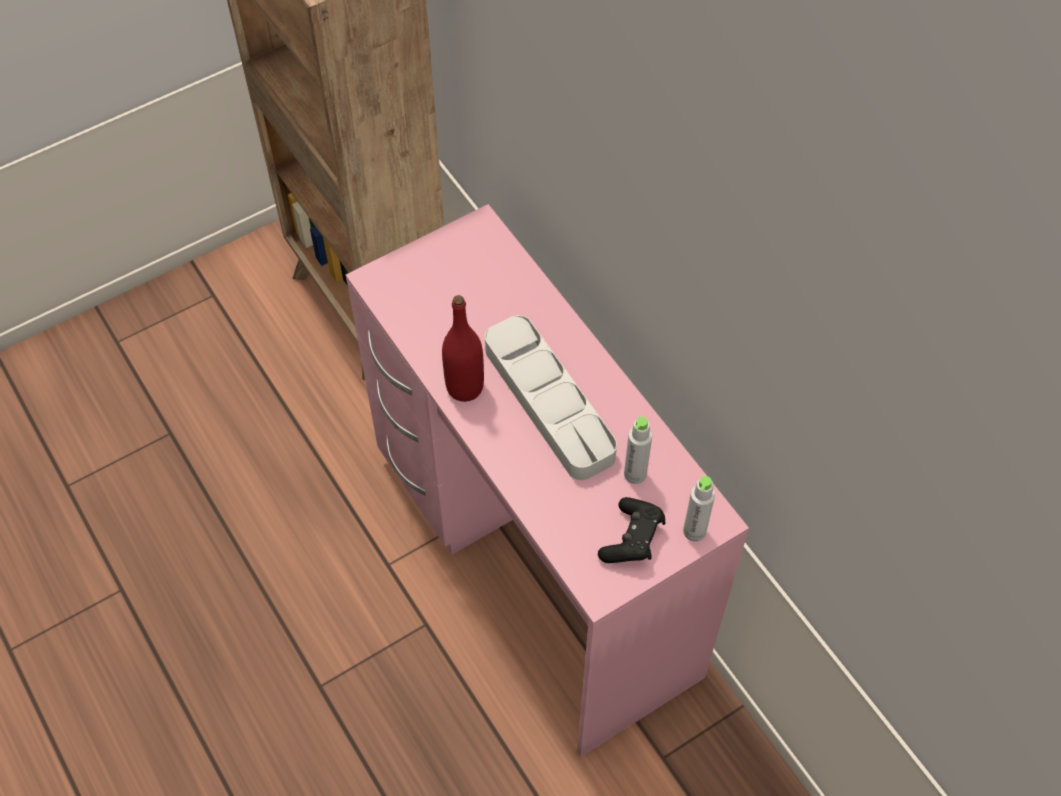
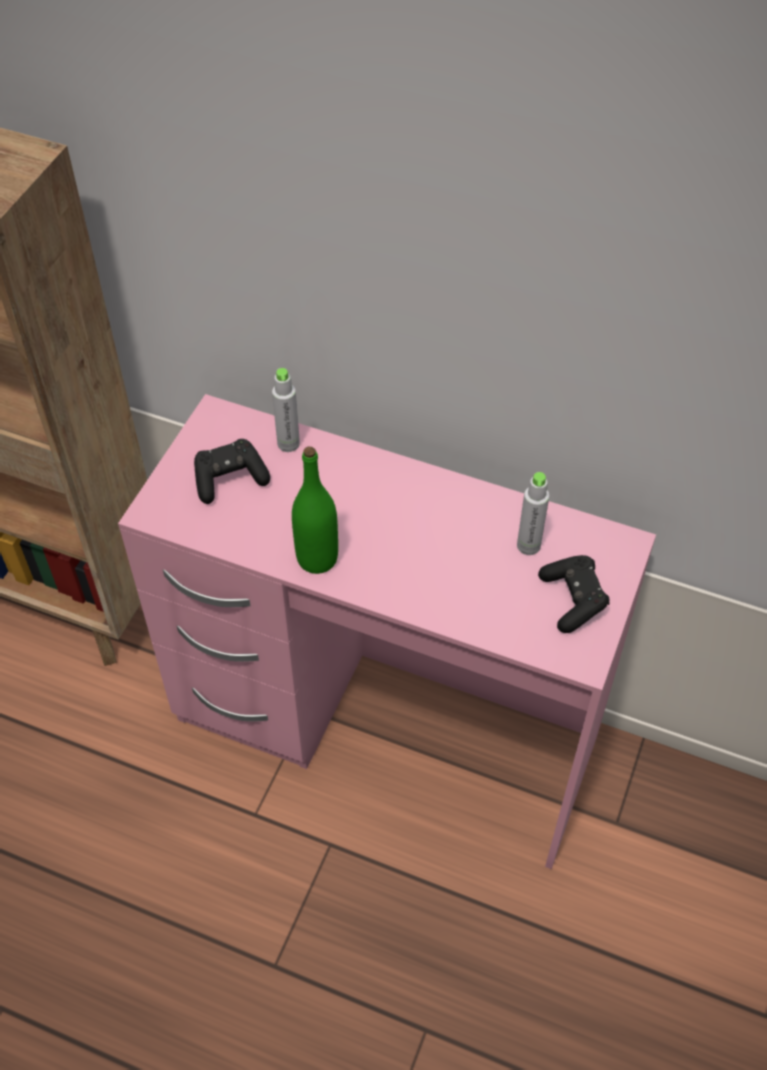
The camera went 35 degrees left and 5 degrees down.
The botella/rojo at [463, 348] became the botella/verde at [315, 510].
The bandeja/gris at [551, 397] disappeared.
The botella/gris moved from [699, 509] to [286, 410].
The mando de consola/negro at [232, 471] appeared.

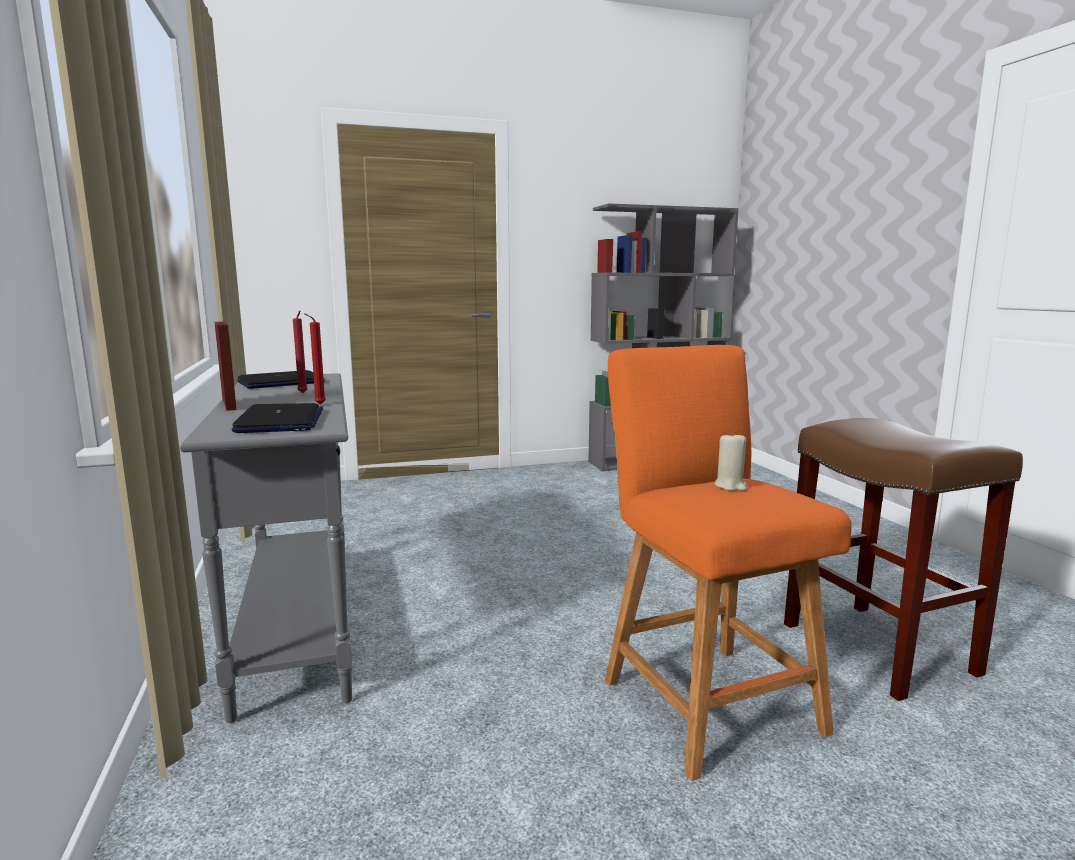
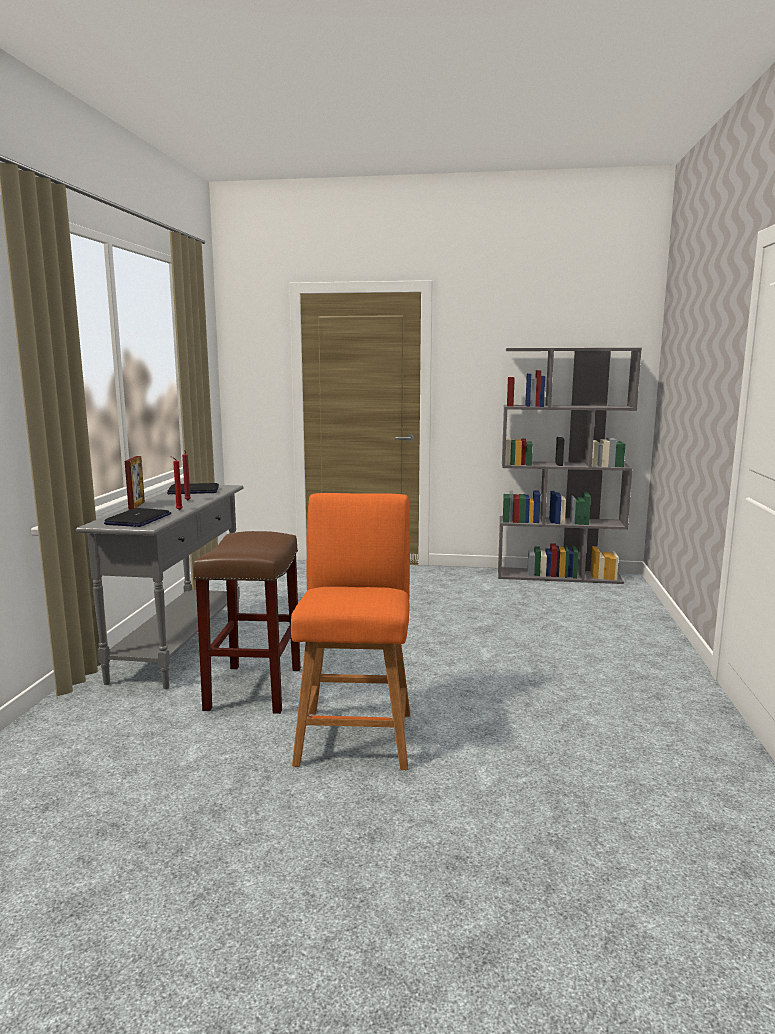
The camera went 25 degrees right and 0 degrees up.
The taburete/marrón moved from [903, 559] to [247, 622].
The vela/beis at [730, 461] disappeared.

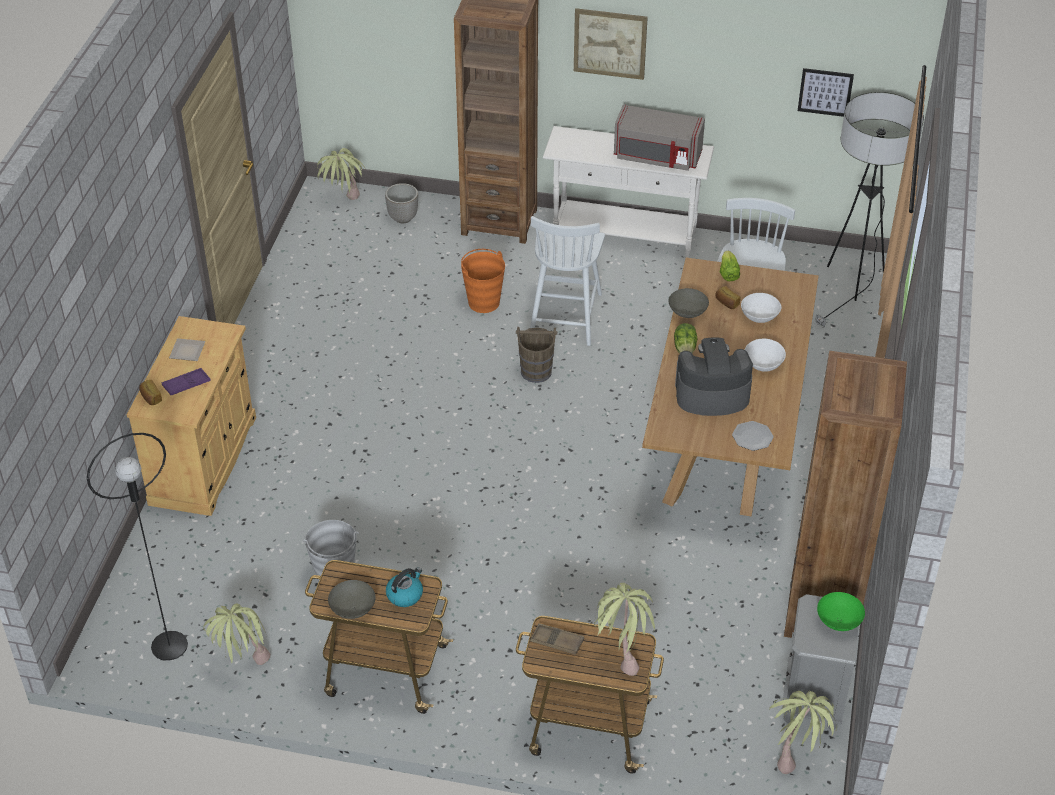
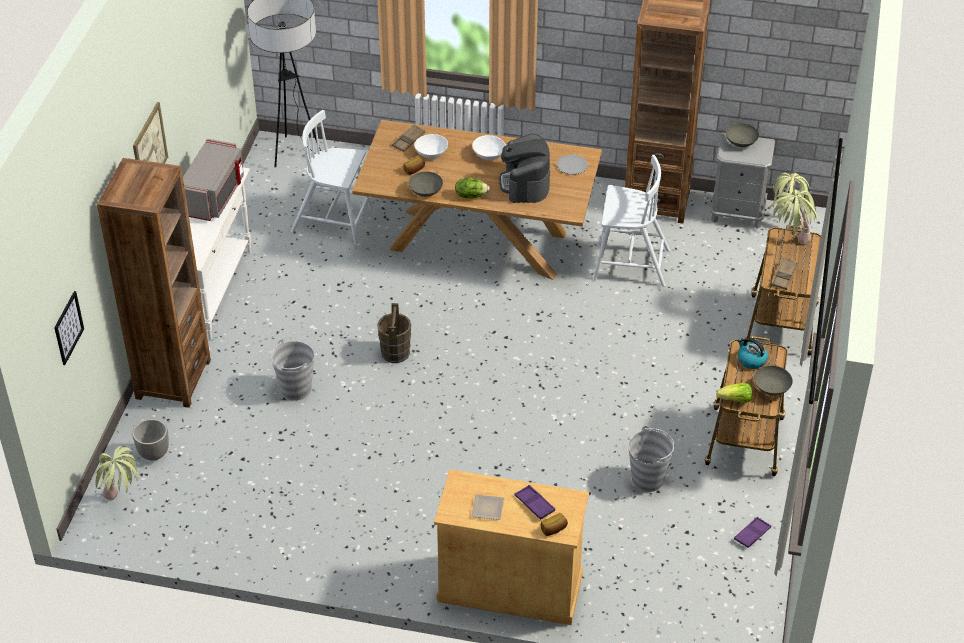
The camera went 90 degrees left and 0 degrees up.
The cuadro moved from [826, 92] to [69, 328].
The silla/blanco moved from [567, 281] to [631, 221].
The cubo/naranja at [483, 281] became the cubo/gris at [292, 369].
The lechuga moved from [730, 266] to [734, 393].
The lámpara de pie/negro at [137, 547] disappeared.
The cuenco/verde at [841, 611] became the cuenco/gris at [742, 135].
The planta en maceta at [236, 634] was replaced by the bandeja/morado at [752, 532].
The bandeja/marrón at [408, 138] appeared.

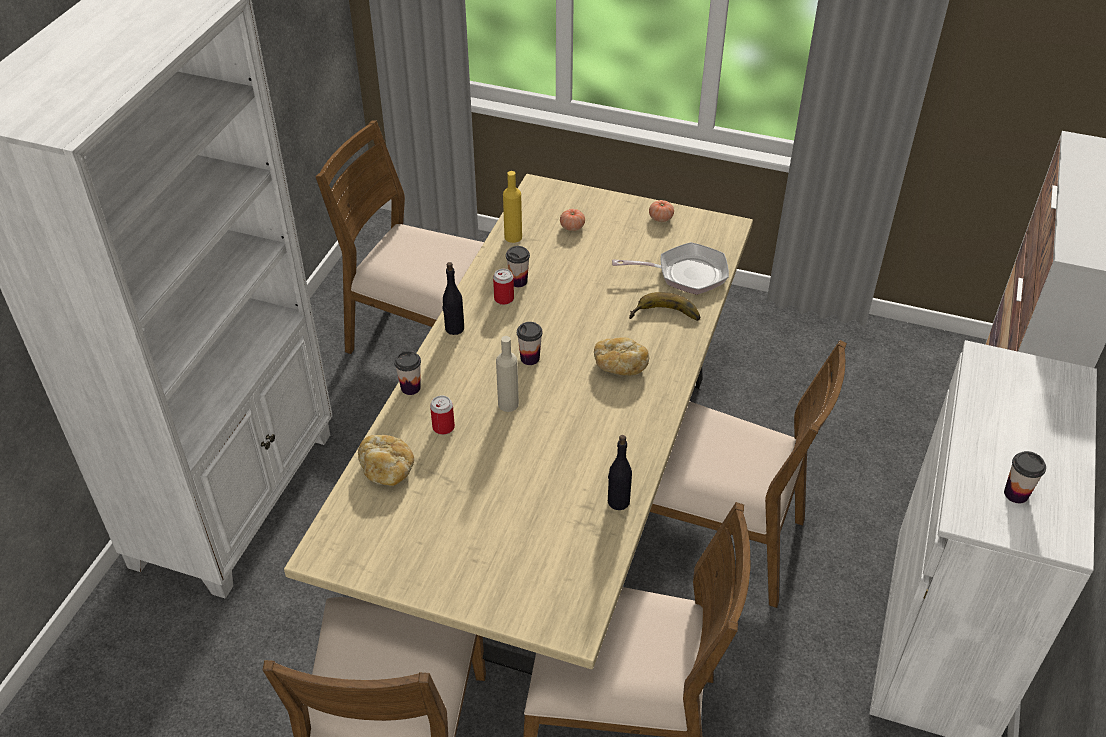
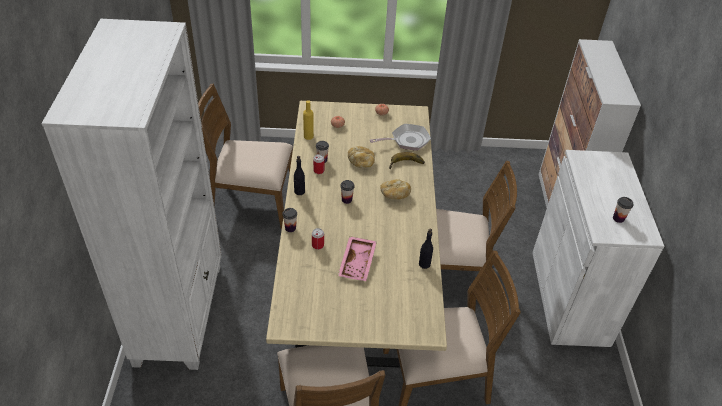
The camera went 20 degrees left and 0 degrees up.
The botella/beis at [507, 374] disappeared.
The pan moved from [386, 460] to [361, 157].
The bandeja/rosa at [357, 258] appeared.

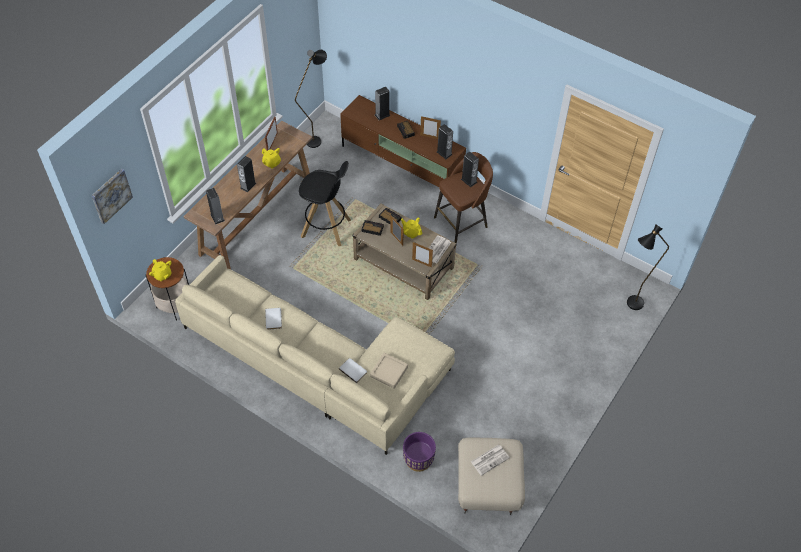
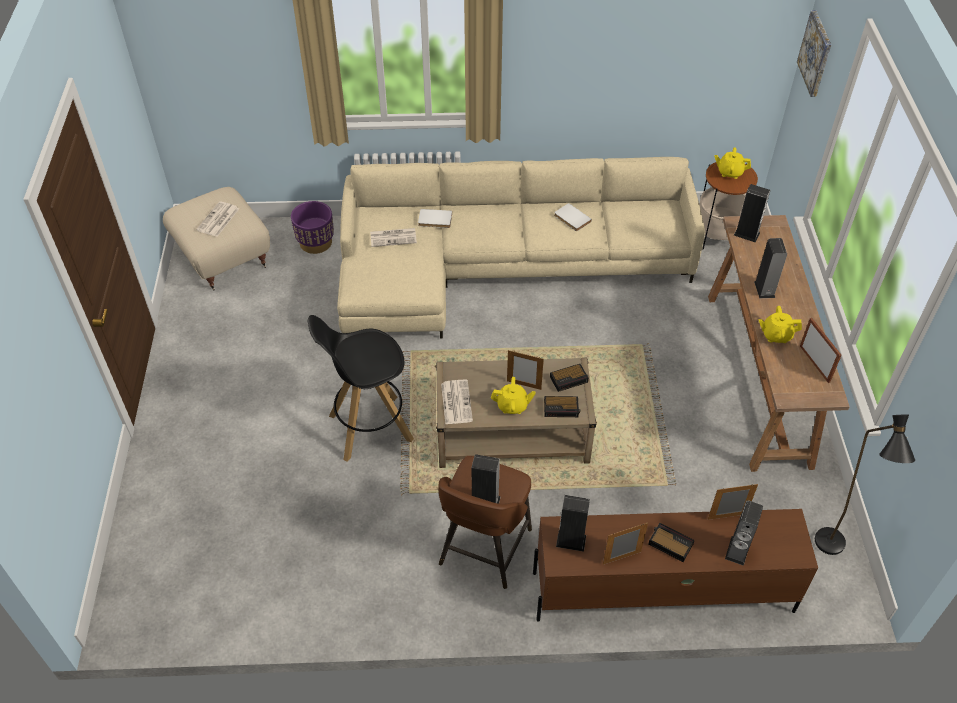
The camera went 145 degrees right and 5 degrees down.
The taburete/negro moved from [325, 203] to [361, 388].
The lámpara de pie/negro at [648, 267] disappeared.
The portarretratos moved from [422, 254] to [733, 502].
The bandeja/beis at [389, 371] was replaced by the periódico at [393, 237].

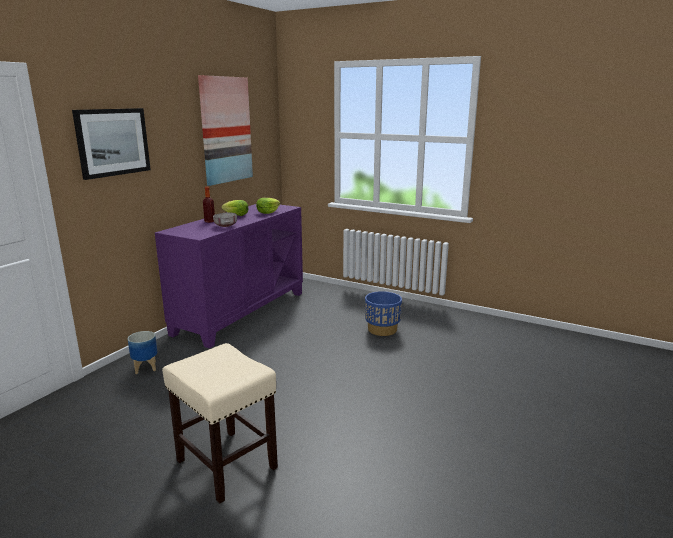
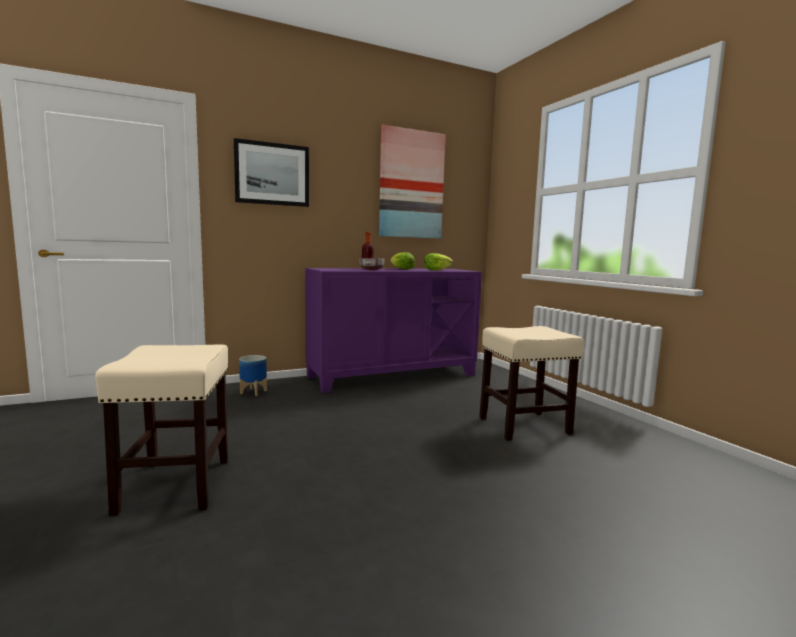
The camera went 35 degrees right and 10 degrees down.
The maceta/azul at [383, 313] was replaced by the taburete/beis at [531, 383].

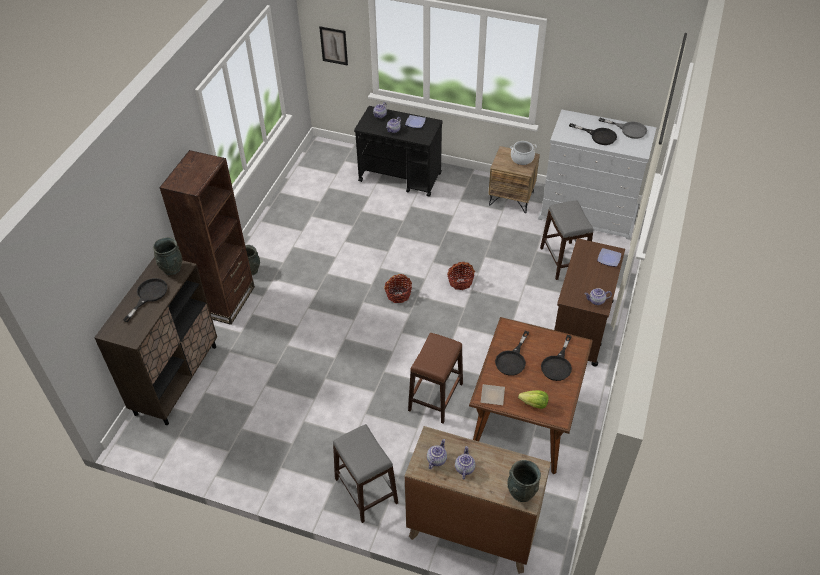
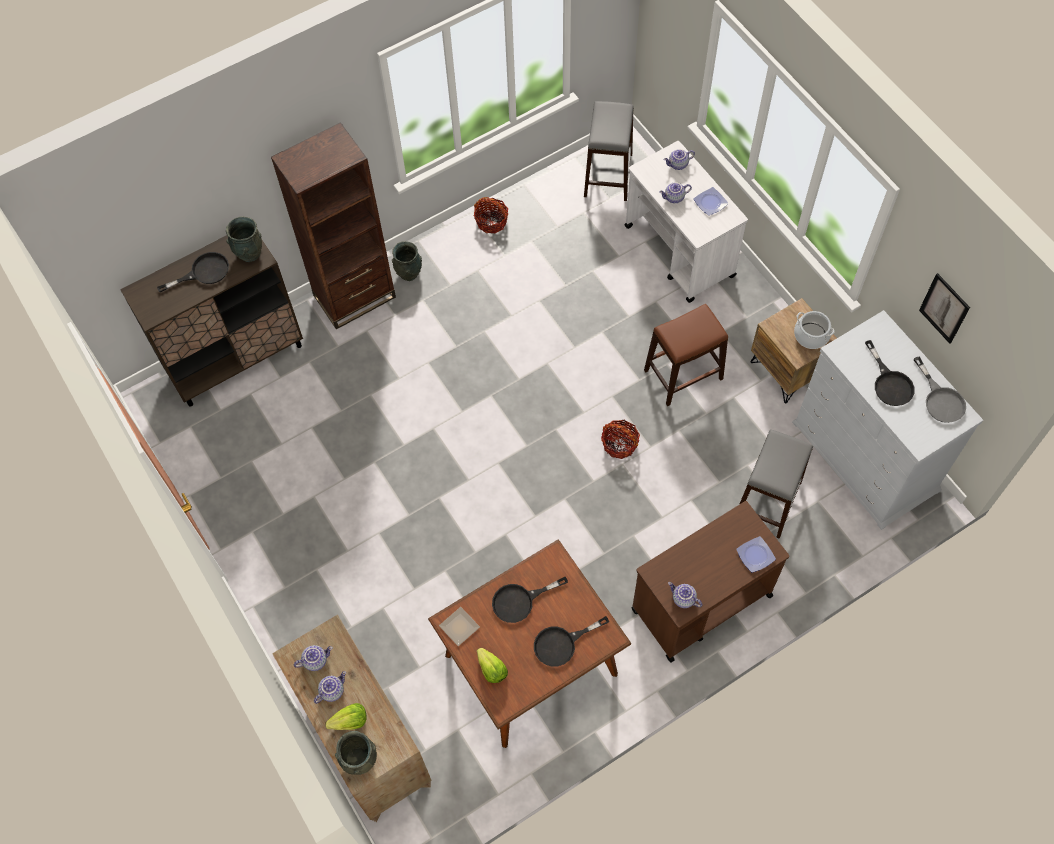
The camera went 40 degrees right and 15 degrees up.
The cuadro moved from [333, 46] to [944, 308].
The carrito/negro at [398, 151] became the carrito/blanco at [686, 222].
The cesta moved from [398, 288] to [491, 215].
The taburete/marrón moved from [435, 378] to [686, 355].
The taburete/gris moved from [365, 473] to [609, 151].
The lechuga at [346, 716] appeared.

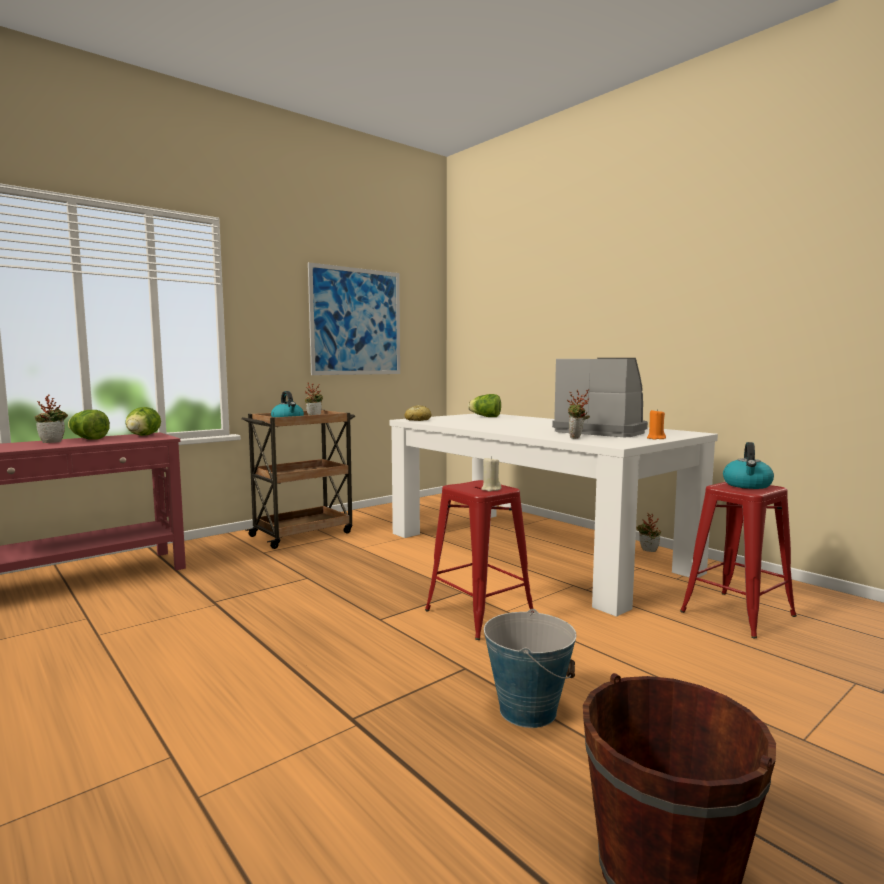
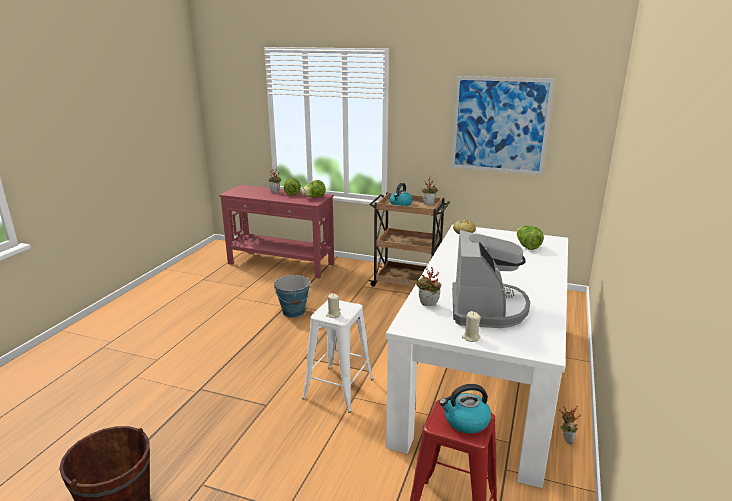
The camera went 60 degrees right and 15 degrees up.
The vela/naranja at [656, 424] became the vela/beis at [471, 326].
The taburete/rojo at [479, 560] became the taburete/blanco at [338, 356].
The cubo moved from [530, 668] to [292, 296].

